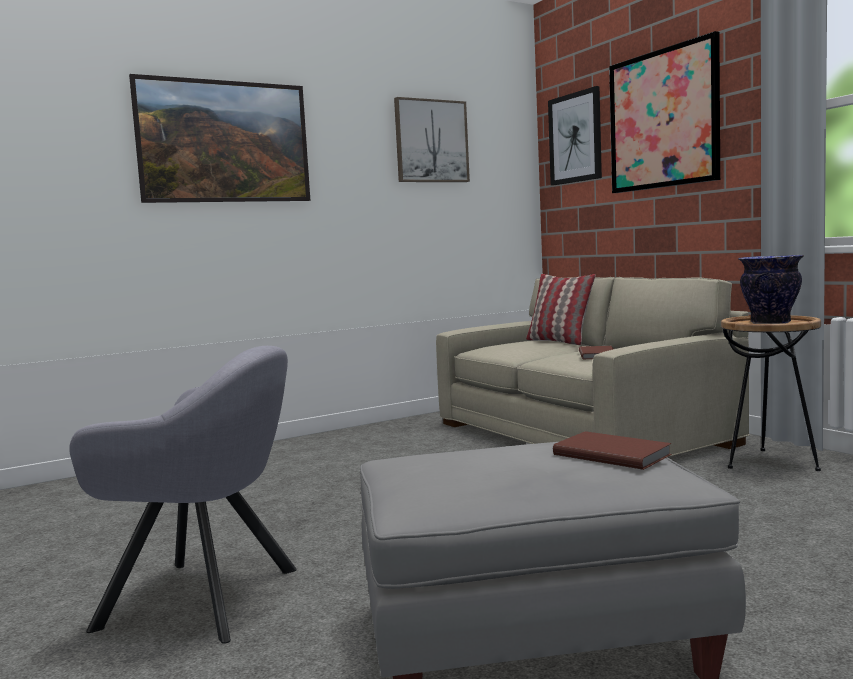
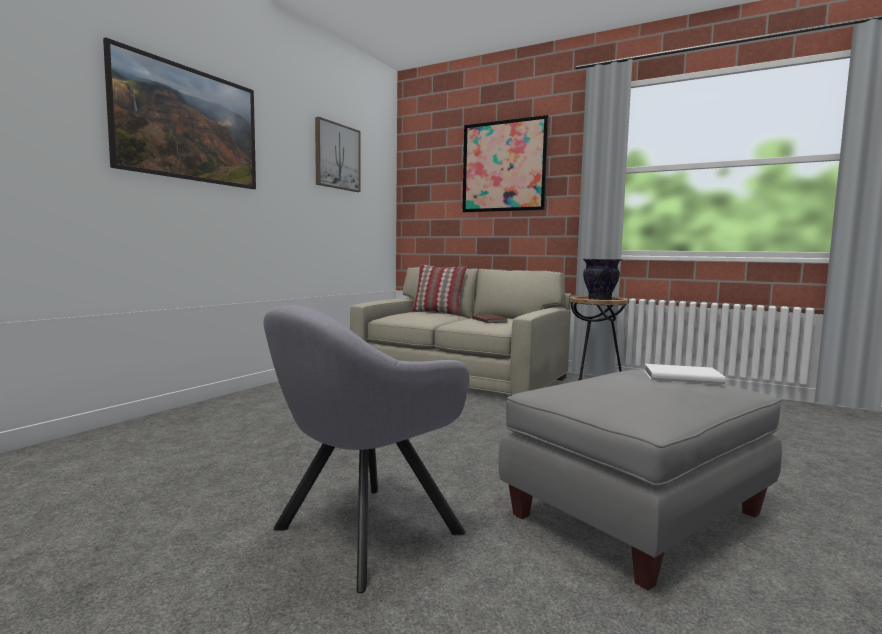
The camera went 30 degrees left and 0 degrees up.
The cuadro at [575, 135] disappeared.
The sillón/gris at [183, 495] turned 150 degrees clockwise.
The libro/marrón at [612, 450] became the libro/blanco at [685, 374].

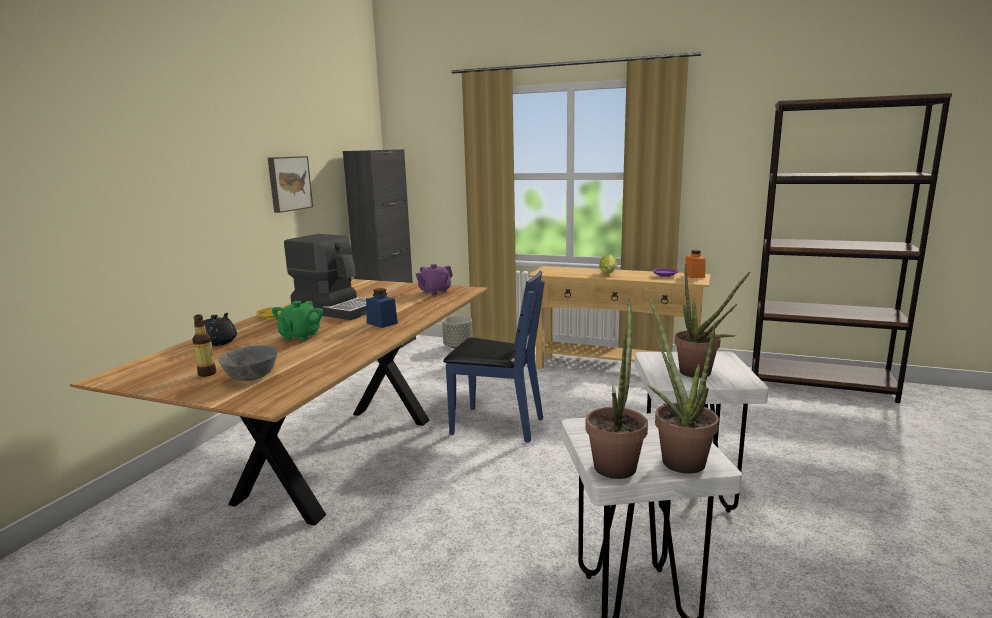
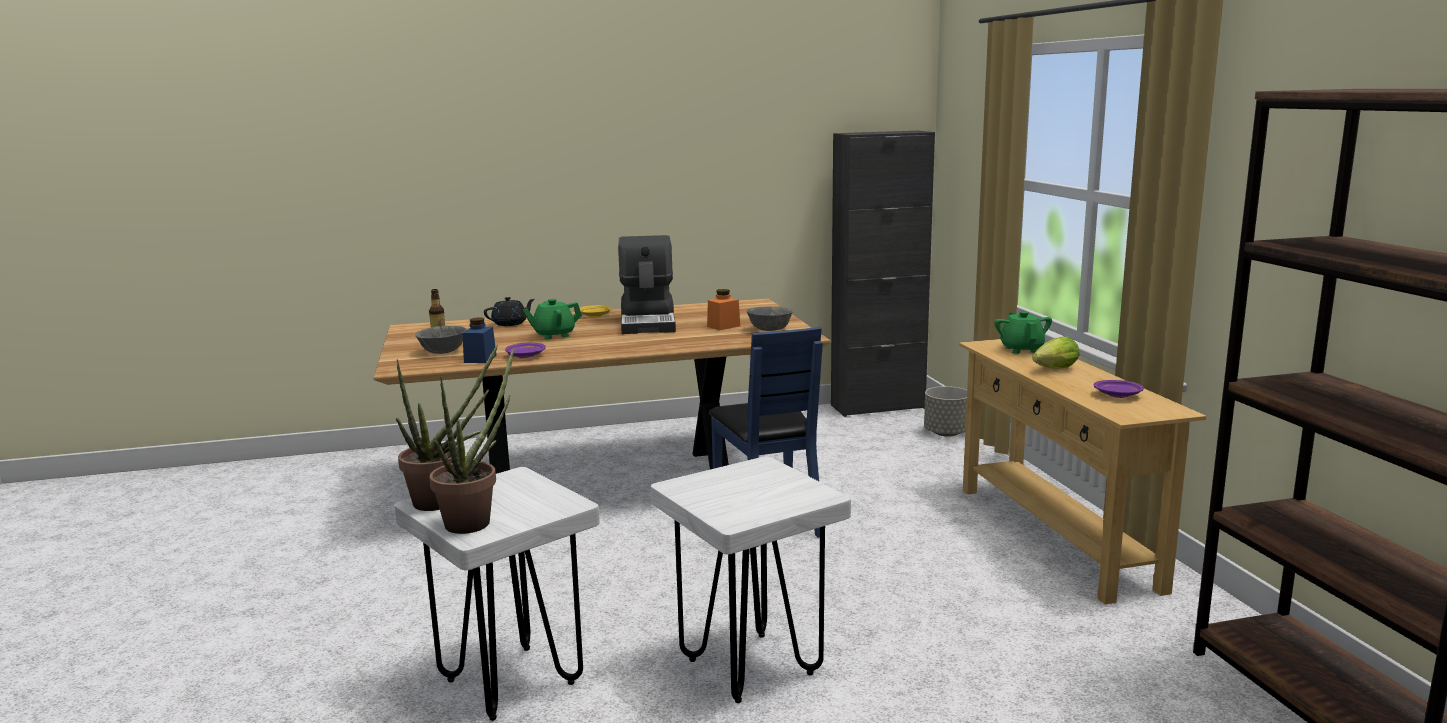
The camera went 55 degrees right and 0 degrees up.
The cuadro at [290, 184] disappeared.
The tarro/naranja moved from [695, 264] to [723, 309].
The tetera/morado at [434, 279] was replaced by the cuenco/gris at [770, 319].
The planta en maceta at [712, 321] disappeared.
The tarro/azul moved from [382, 308] to [480, 340].
The tetera/verde at [1023, 332] appeared.
The plato/morado at [525, 350] appeared.

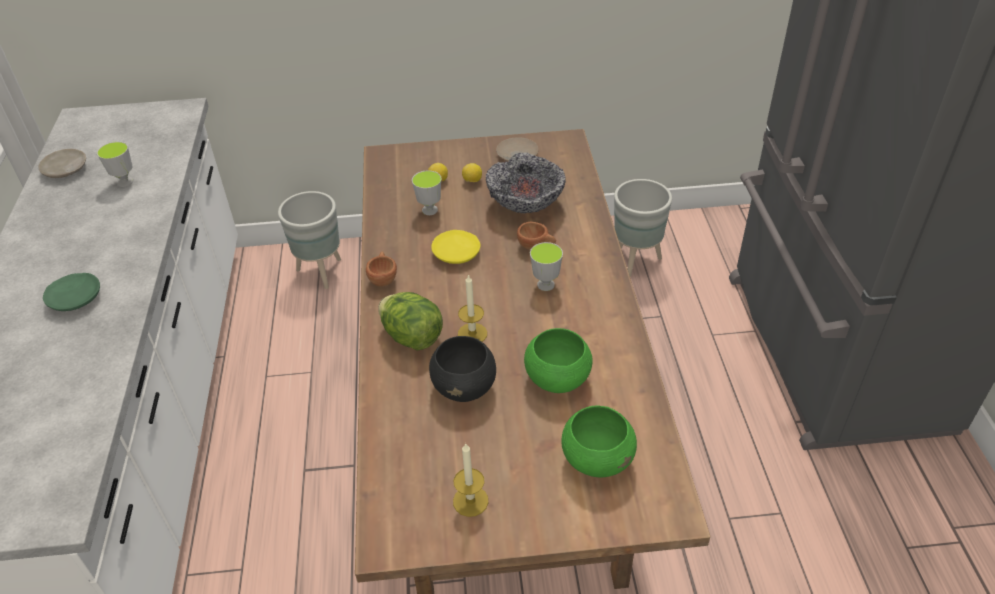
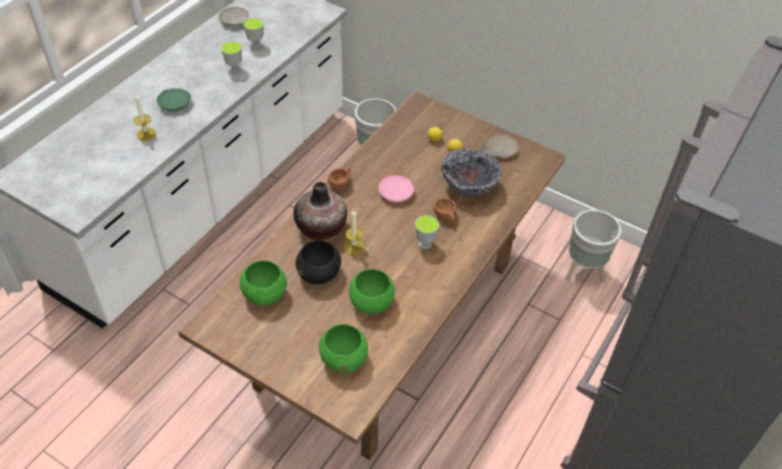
The camera went 35 degrees right and 5 degrees up.
The taza moved from [427, 192] to [231, 57].
The plato/amarillo at [456, 247] became the plato/rosa at [396, 189].
The lechuga at [410, 321] was replaced by the florero at [320, 211].
The vela moved from [470, 480] to [145, 117].
The cuenco/verde at [263, 282] appeared.

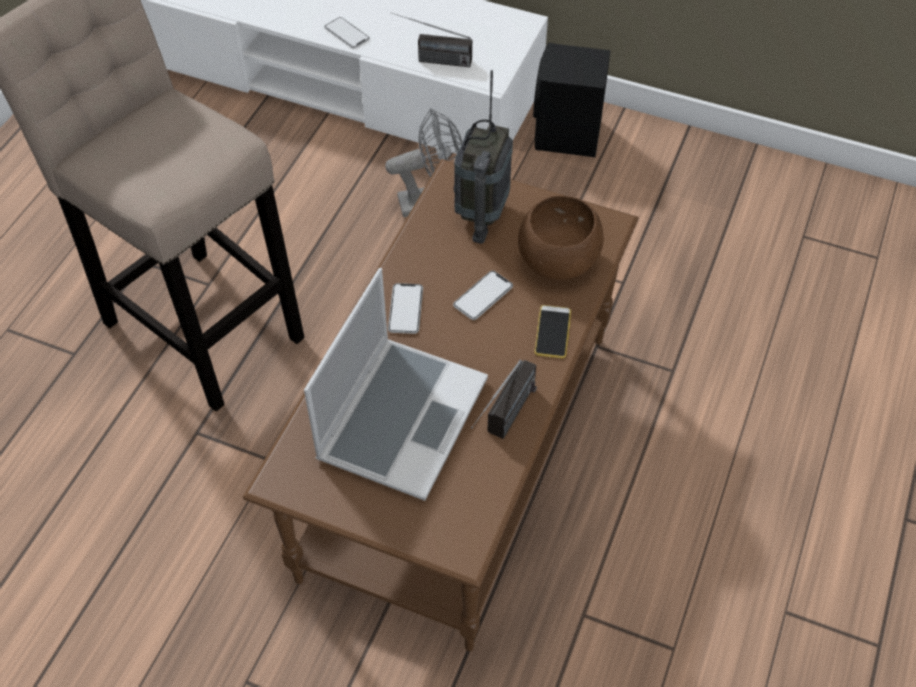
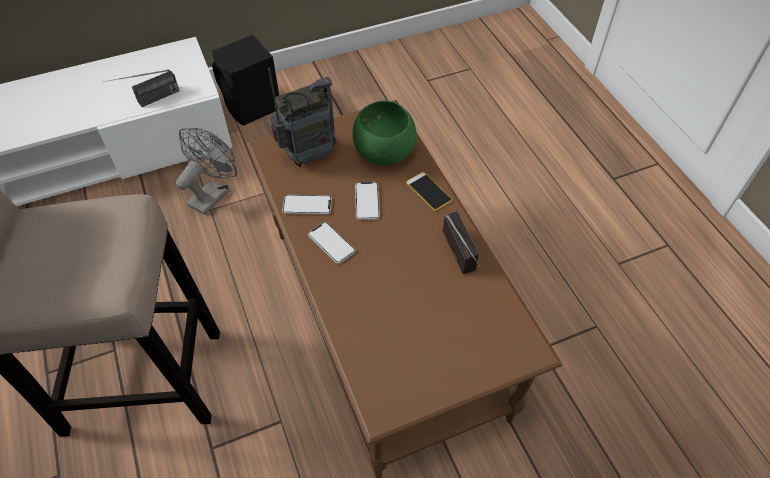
The camera went 45 degrees left and 0 degrees up.
The móvil moved from [347, 32] to [307, 205].
The radio at [483, 157] turned 90 degrees counterclockwise.
The cuenco/marrón at [561, 238] became the cuenco/verde at [384, 133].
The portátil at [396, 384] disappeared.

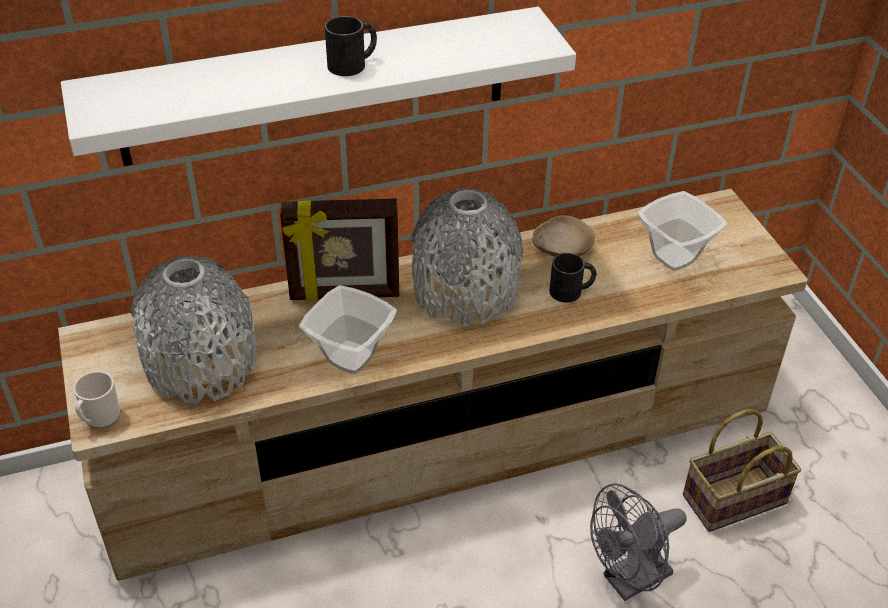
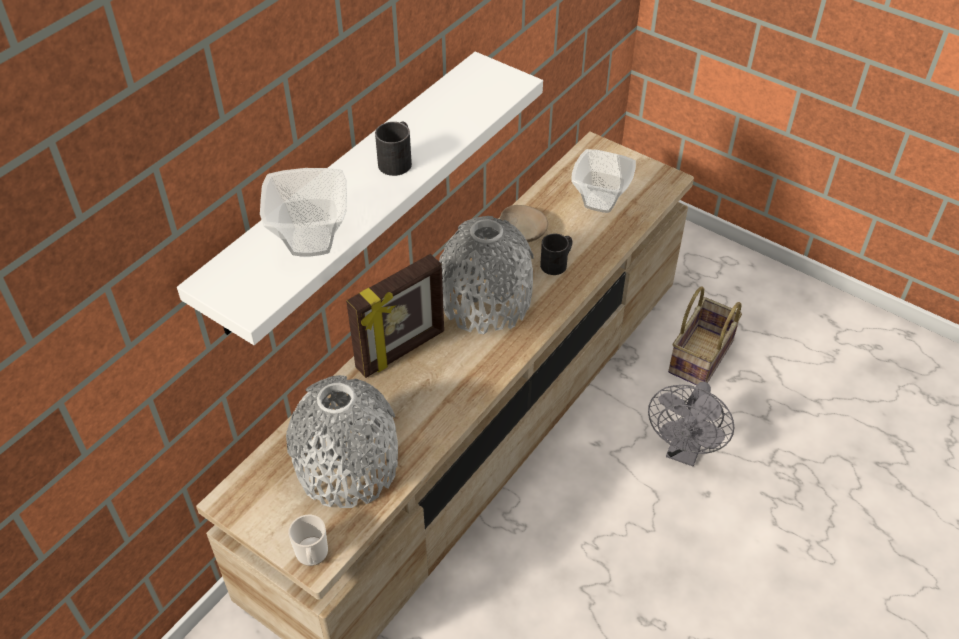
The camera went 35 degrees left and 5 degrees up.
The cuenco moved from [348, 329] to [303, 212].

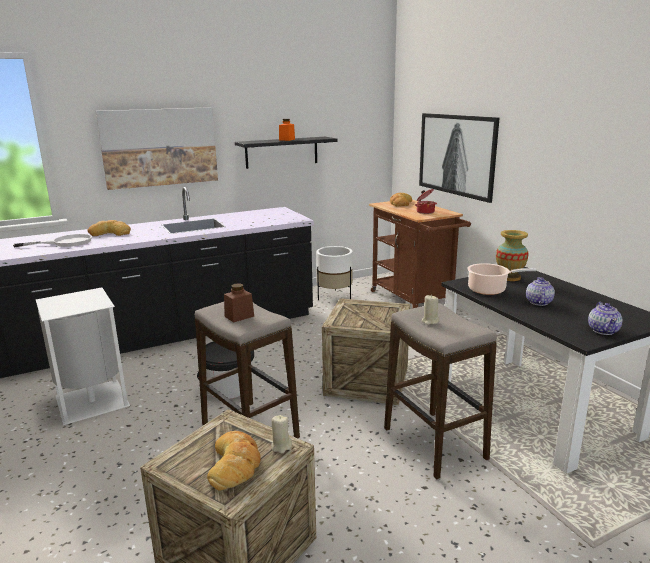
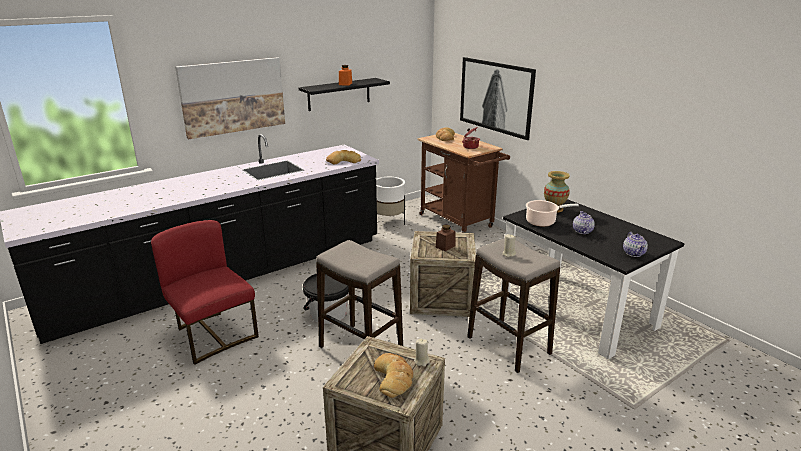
The camera went 10 degrees left and 5 degrees up.
The pan moved from [109, 228] to [343, 157].
The sartén/blanco at [52, 241] disappeared.
The tarro/marrón moved from [239, 303] to [446, 238].
The papelera/blanco at [83, 356] was replaced by the silla/rojo at [205, 292].

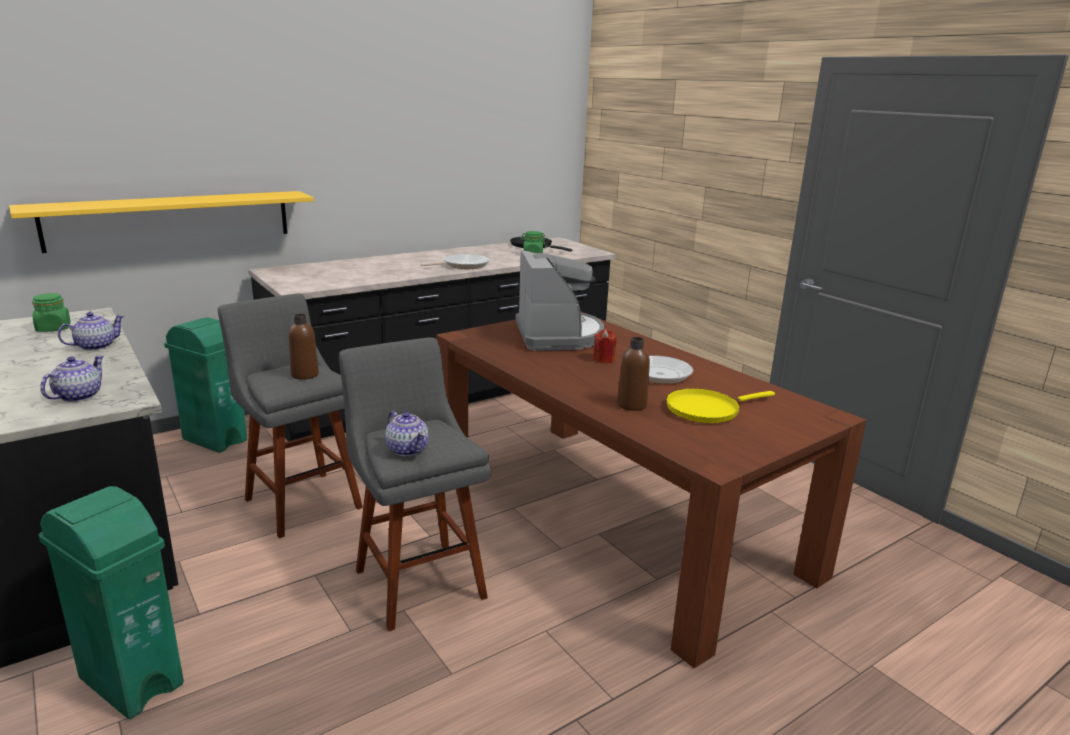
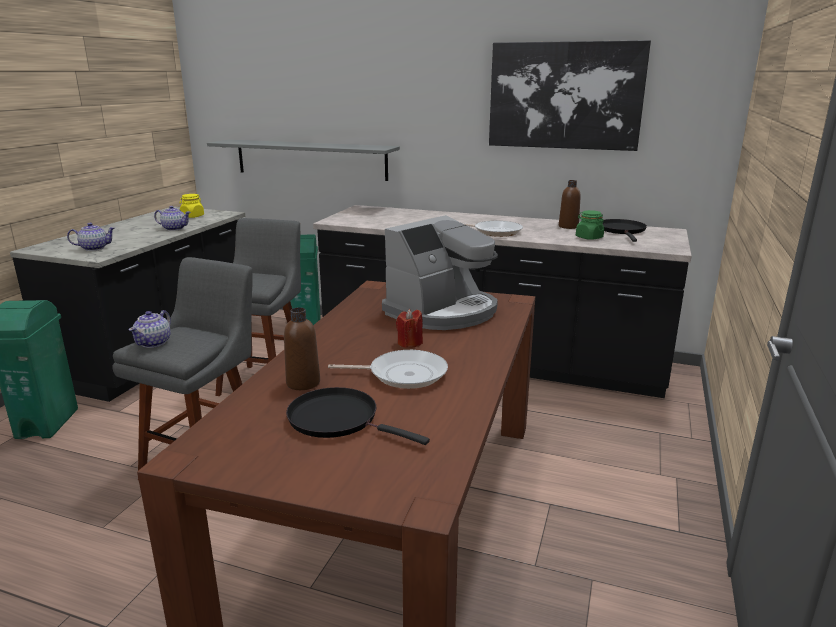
The camera went 55 degrees right and 0 degrees up.
The estante/amarillo at [161, 222] became the estante/gris at [303, 160].
The tarro/verde at [51, 312] became the tarro/amarillo at [192, 206].
The botella/marrón moved from [304, 347] to [570, 204].
The sartén/amarillo at [720, 405] became the sartén/negro at [358, 416].
The cuadro at [570, 95] appeared.

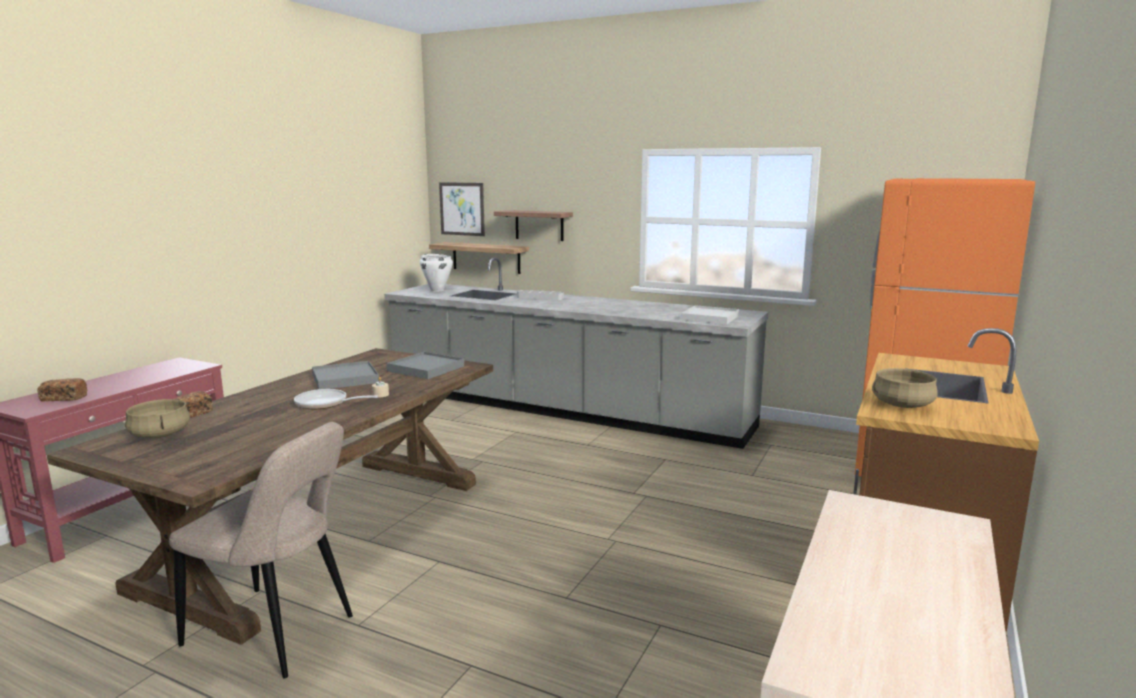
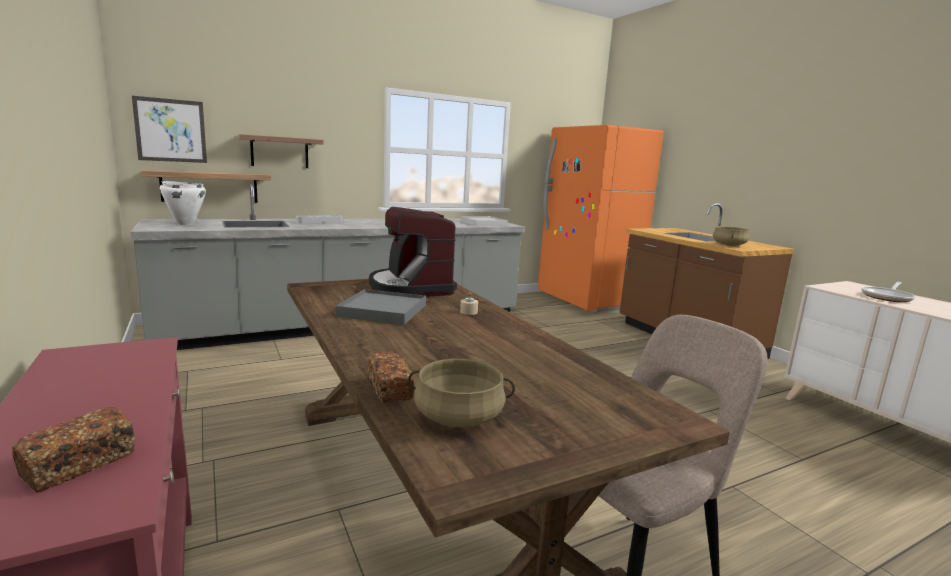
The camera went 55 degrees left and 0 degrees up.
The bandeja/gris at [425, 365] was replaced by the cafetera at [413, 252].
The sartén moved from [336, 399] to [888, 292].

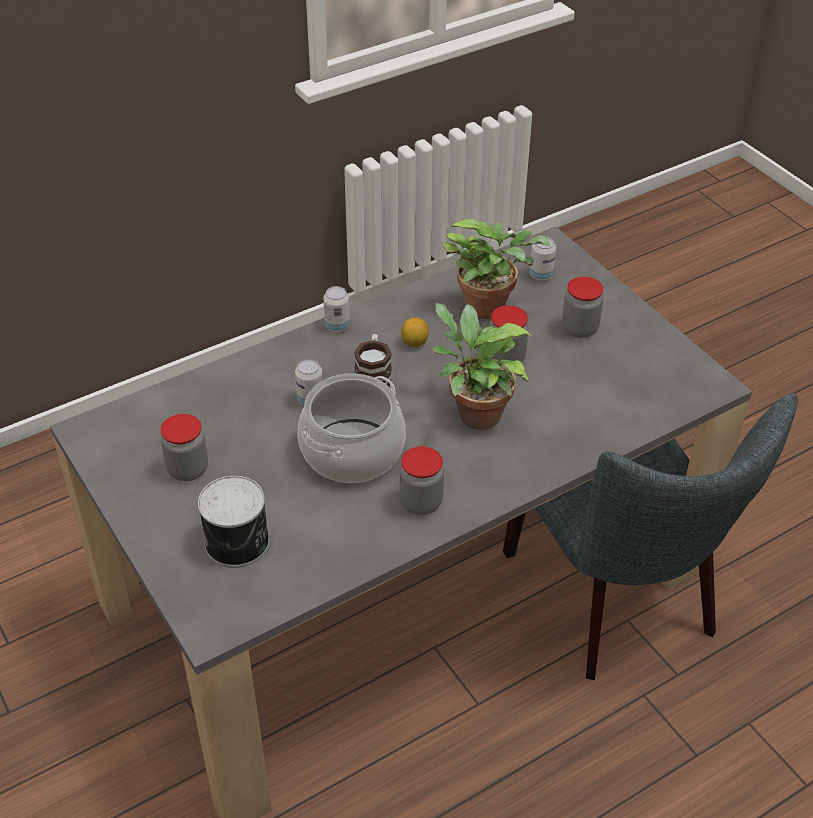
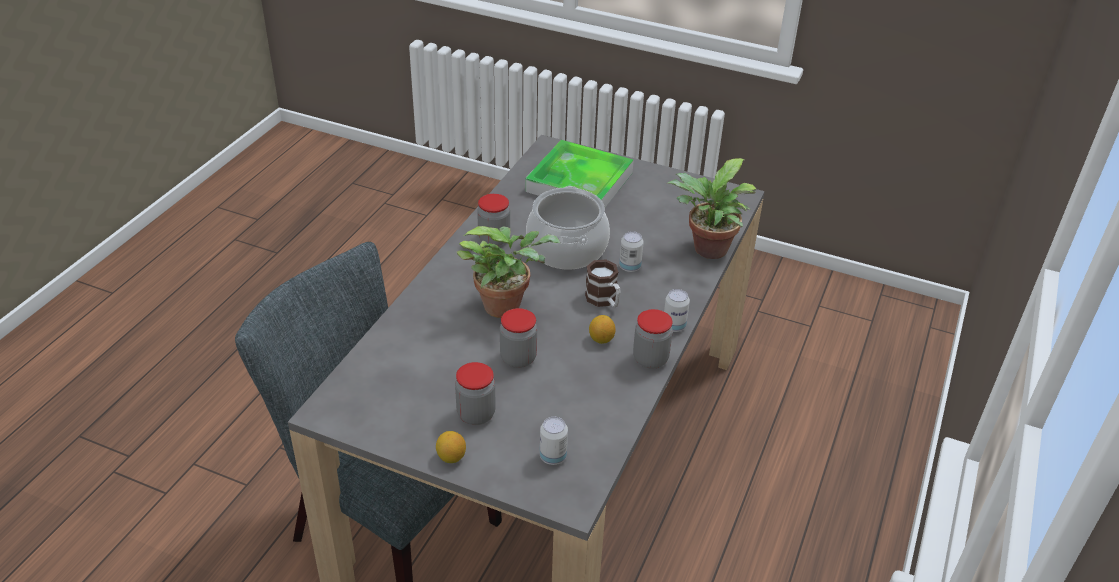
The camera went 145 degrees right and 5 degrees down.
The planta en maceta moved from [496, 269] to [711, 208].
The tarro moved from [184, 447] to [653, 339].
The lata at [233, 522] was replaced by the bandeja at [579, 173].
The limón at [451, 447] appeared.

